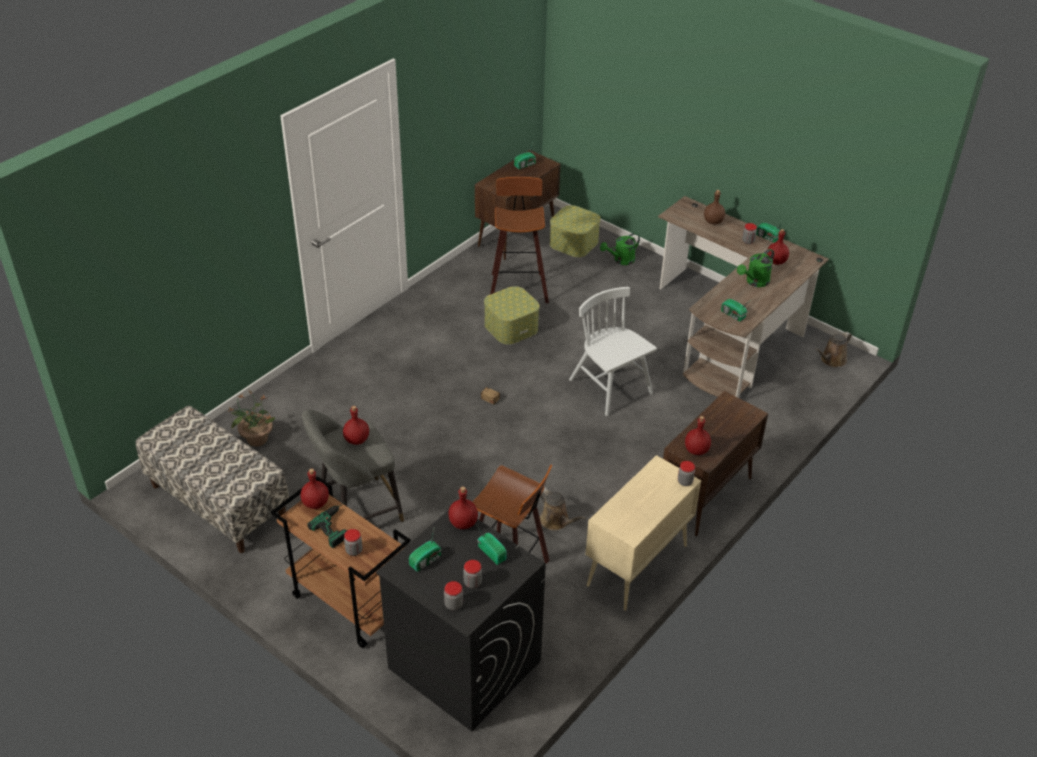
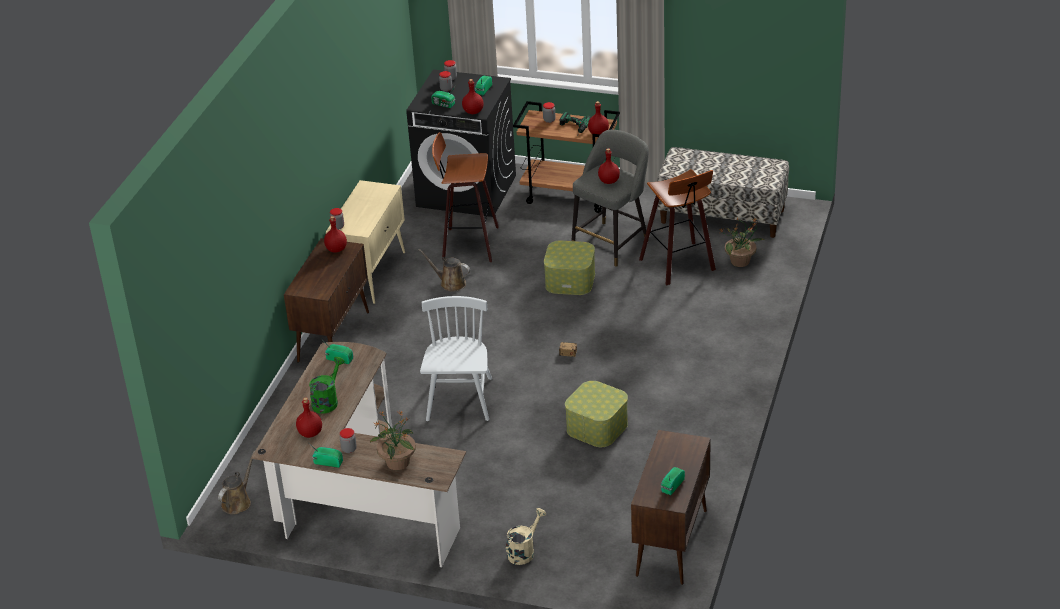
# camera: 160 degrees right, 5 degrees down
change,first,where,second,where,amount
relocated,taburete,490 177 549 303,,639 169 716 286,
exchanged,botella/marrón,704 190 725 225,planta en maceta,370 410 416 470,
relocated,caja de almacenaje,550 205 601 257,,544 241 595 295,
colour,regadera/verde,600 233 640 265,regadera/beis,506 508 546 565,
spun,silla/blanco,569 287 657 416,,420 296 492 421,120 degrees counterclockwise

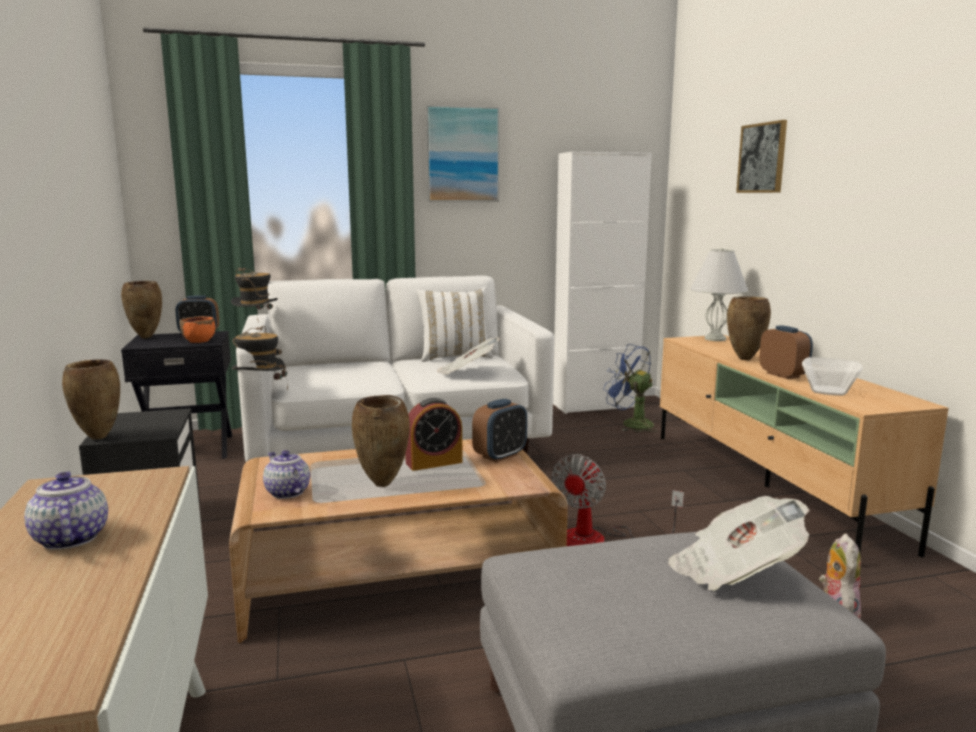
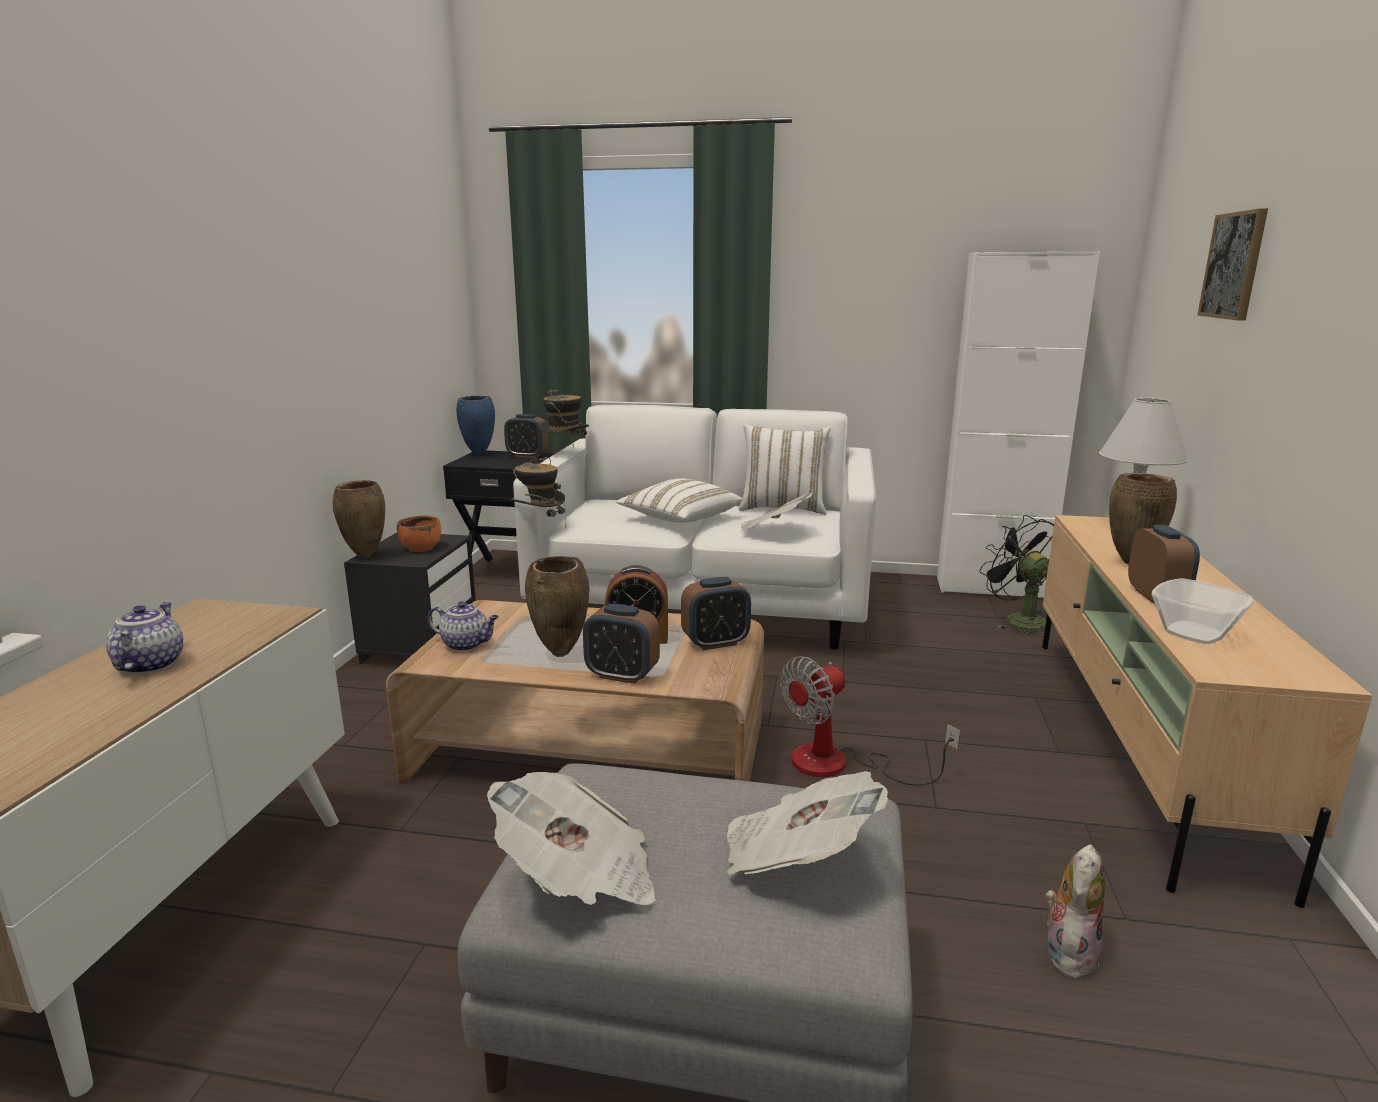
# camera: 25 degrees right, 5 degrees up
change,first,where,second,where,amount
missing,cuadro,426 105 500 202,,,
colour,florero/marrón,121 281 162 338,florero/azul,456 396 495 455,
relocated,cuenco/naranja,180 316 215 343,,397 516 441 552,
colour,ventilador/azul,604 344 657 433,ventilador/negro,979 515 1054 637,
spun,tetera,263 450 310 499,,428 601 499 651,120 degrees clockwise
appeared,,,cojín/blanco,616 478 742 523,
appeared,,,despertador,583 604 660 684,
appeared,,,periódico,487 772 656 905,

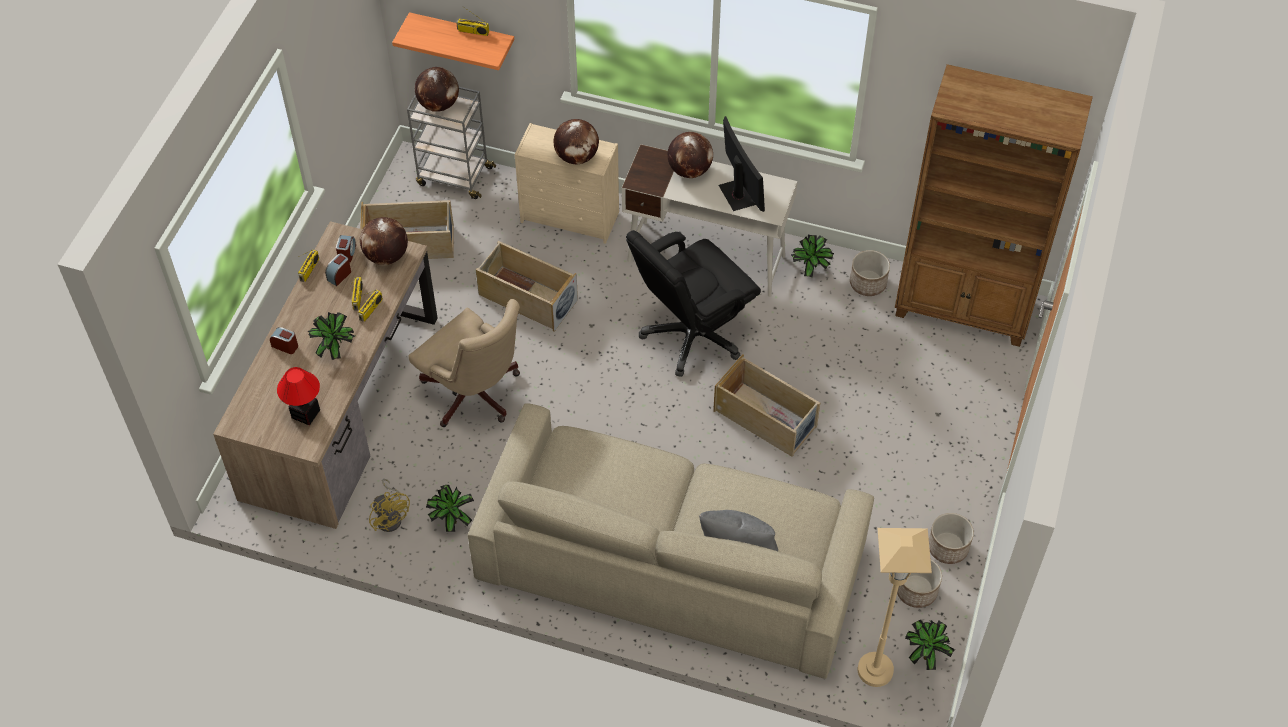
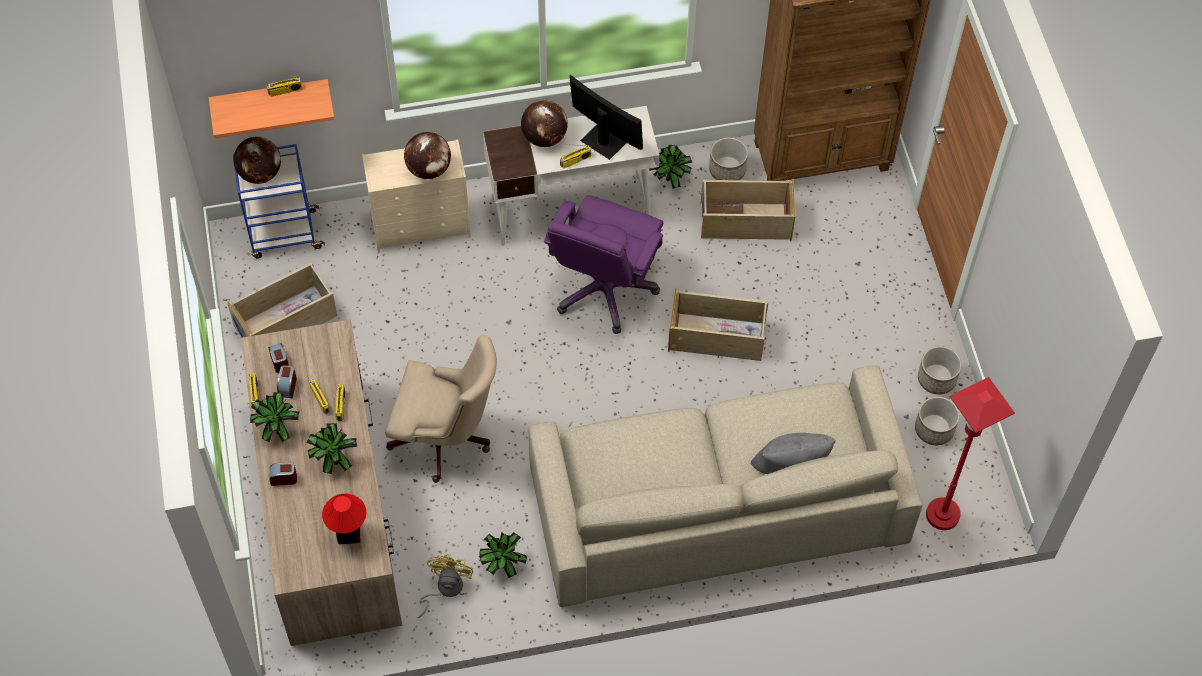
# camera: 30 degrees left, 5 degrees up
change,first,where,second,where,amount
colour,carrito/gris,407 87 496 199,carrito/azul,233 144 325 259,
missing,globo terráqueo,360 217 408 265,,,
colour,silla de oficina/negro,626 230 761 377,silla de oficina/morado,544 195 663 334,
relocated,caja de almacenaje/beis,475 241 578 331,,700 179 795 241,
spun,ventilador/amarillo,369 479 410 532,,418 554 473 618,105 degrees counterclockwise
colour,lámpara de pie/beis,858 528 932 687,lámpara de pie/rojo,926 377 1015 530,
relocated,planta en maceta,905 620 955 670,,250 392 299 442,
appeared,,,radio,560 144 591 168,

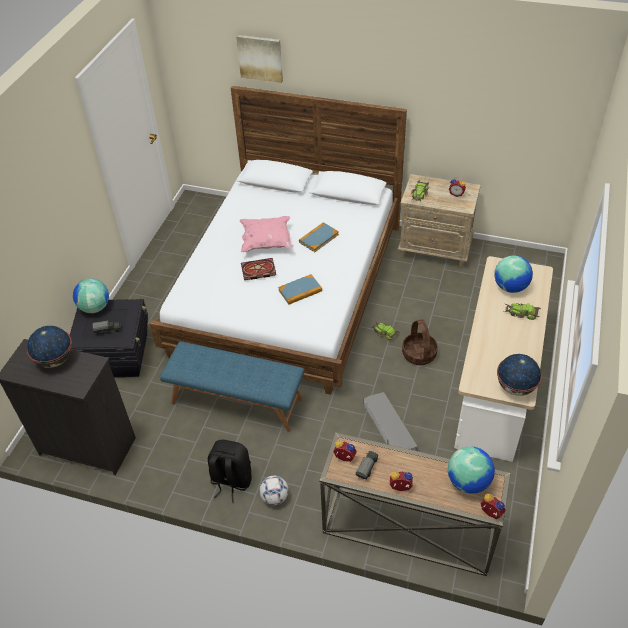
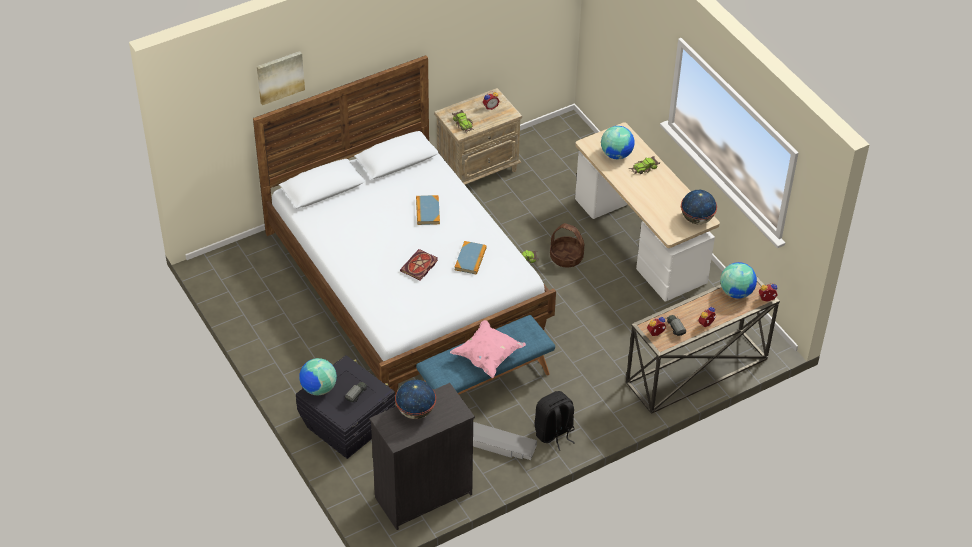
# camera: 50 degrees left, 0 degrees up
change,first,where,second,where,amount
relocated,cojín/rosa,240 216 293 252,,450 320 526 378,
relocated,caja de almacenaje/gris,363 392 418 451,,473 422 537 460,
missing,balón de fútbol,259 476 288 505,,,

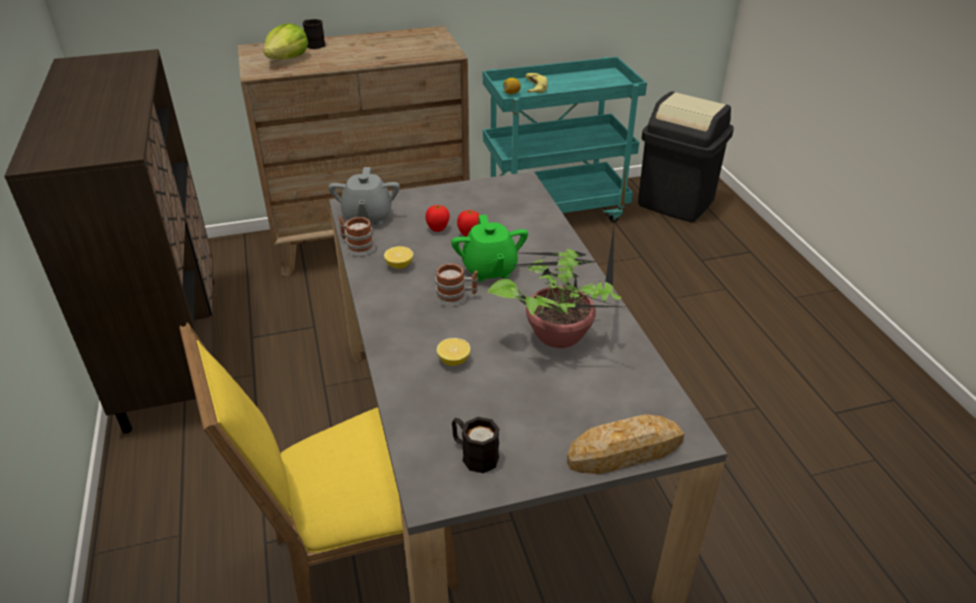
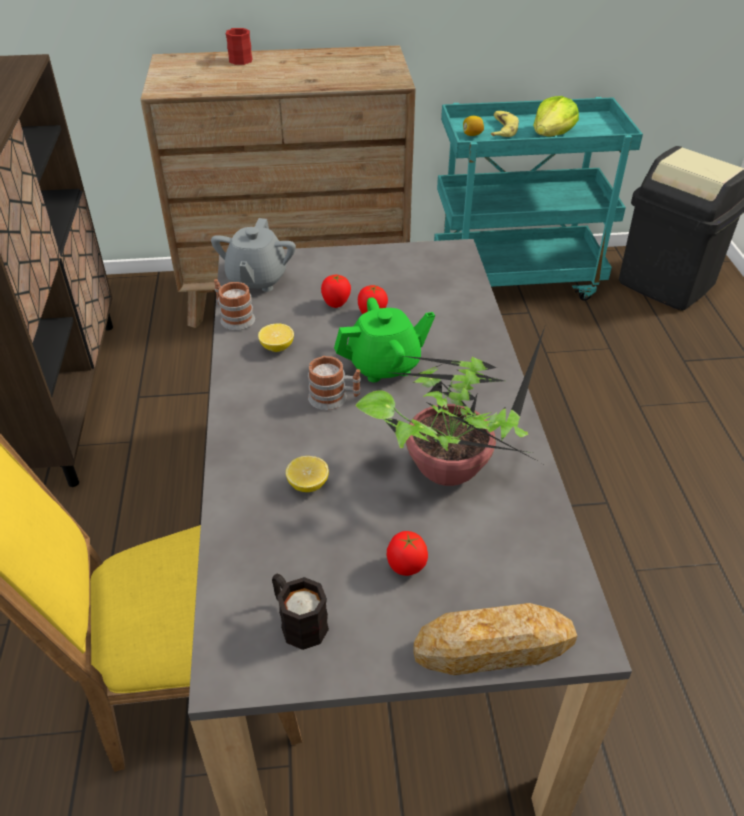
# camera: 10 degrees right, 5 degrees up
change,first,where,second,where,amount
colour,taza grande/negro,303 19 325 49,taza grande/rojo,226 28 253 65,
relocated,lechuga,264 23 308 59,,533 96 579 137,
spun,tetera/verde,451 215 528 281,,334 297 435 383,105 degrees counterclockwise
appeared,,,tomate,387 531 428 576,

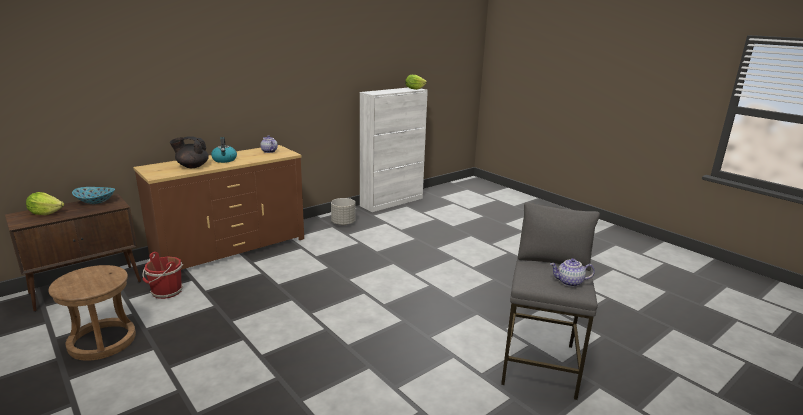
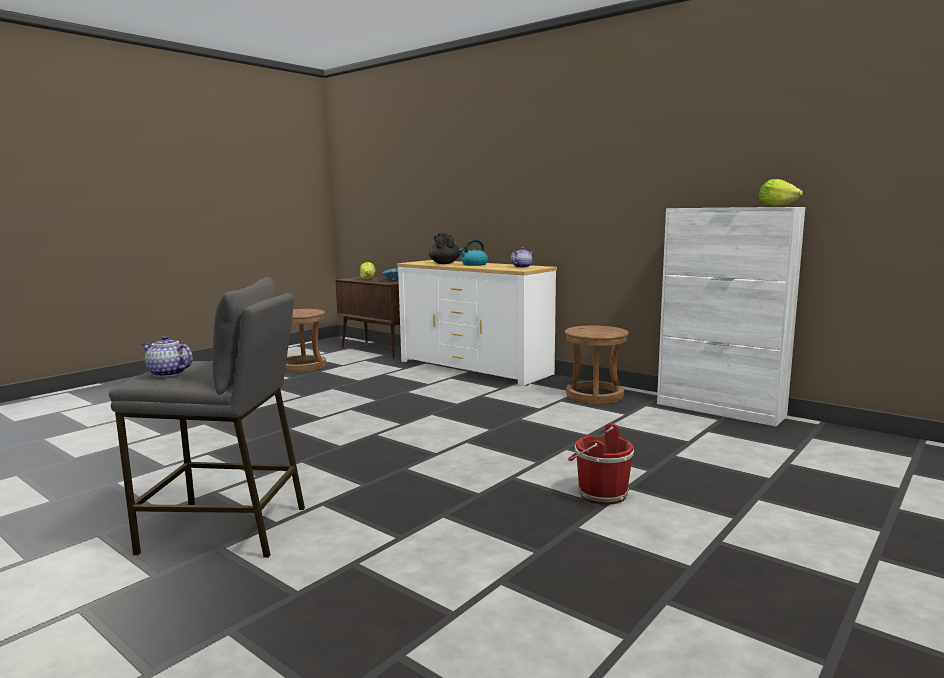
# camera: 80 degrees right, 10 degrees down
change,first,where,second,where,amount
colour,cómoda/marrón,133 145 304 270,cómoda/blanco,397 260 557 386,
exchanged,maceta/gris,331 198 355 225,taburete/marrón,565 326 629 404,
relocated,cubo/rojo,142 252 184 299,,568 424 634 505,
spun,tetera,550 258 595 287,,141 335 193 377,60 degrees counterclockwise

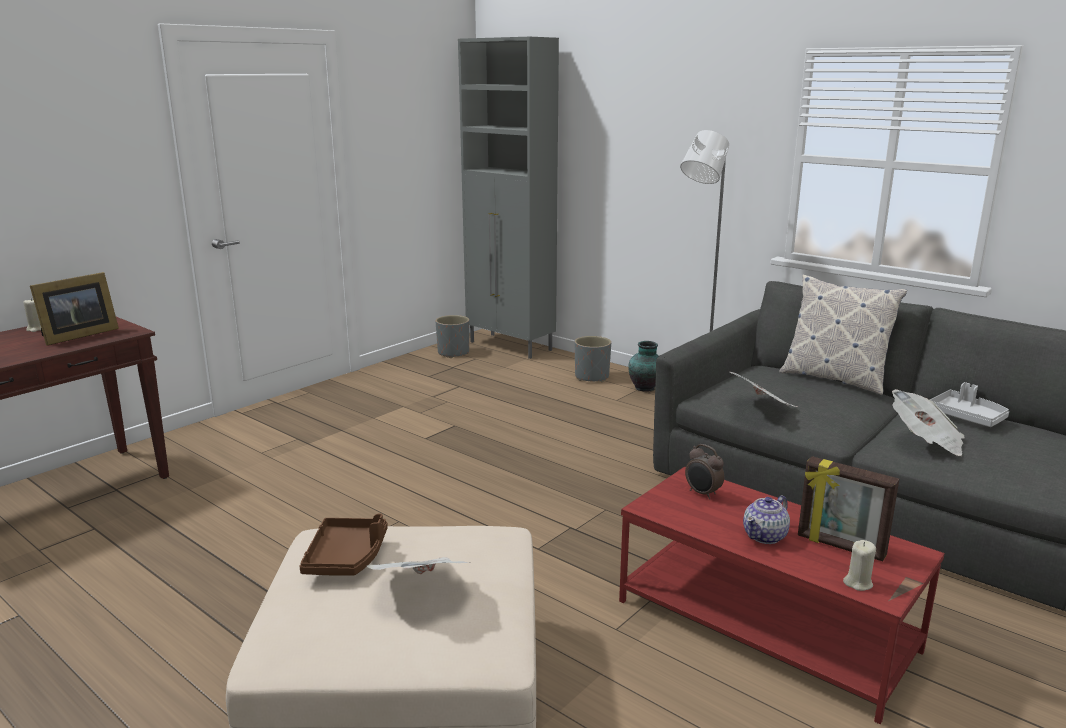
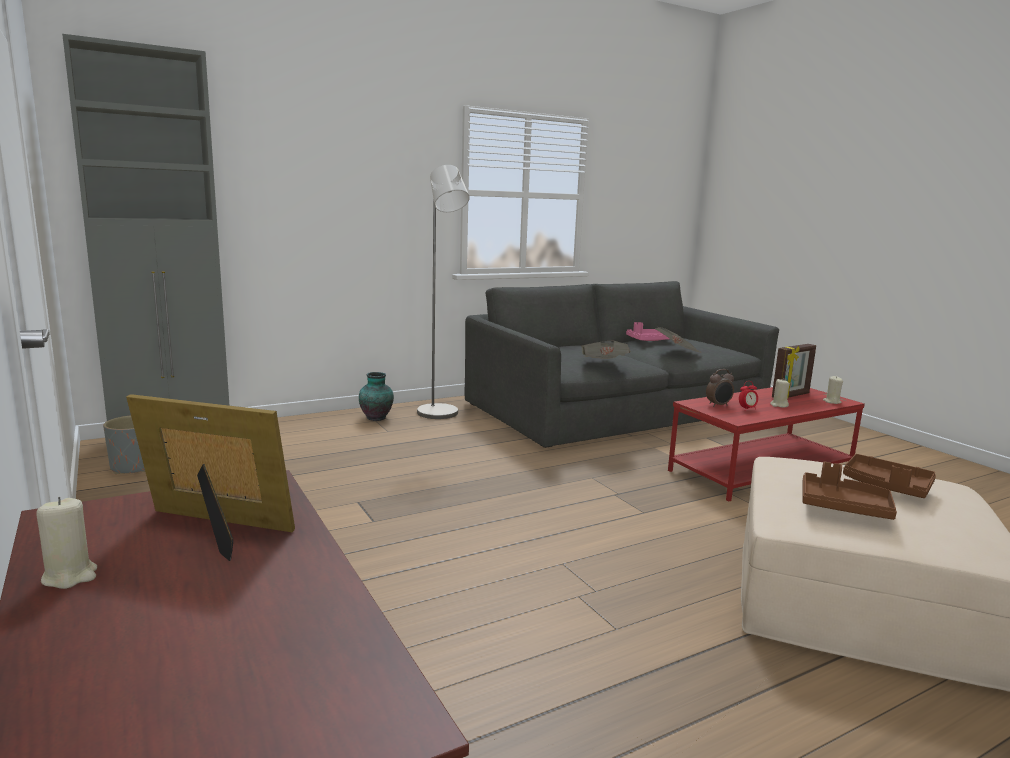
# camera: 70 degrees left, 5 degrees down
change,first,where,second,where,amount
spun,portarretratos,30 272 119 346,,126 394 295 561,45 degrees counterclockwise
missing,cojín,779 274 907 395,,,
missing,maceta/gris,575 336 611 382,,,
colour,bandeja/gris,930 382 1009 427,bandeja/rosa,626 322 669 341,
exchanged,tetera,743 495 790 544,vela/beis,770 379 790 408,
exchanged,periódico,367 557 469 574,bandeja/marrón,843 454 936 498,
appeared,,,despertador,739 381 758 411,

